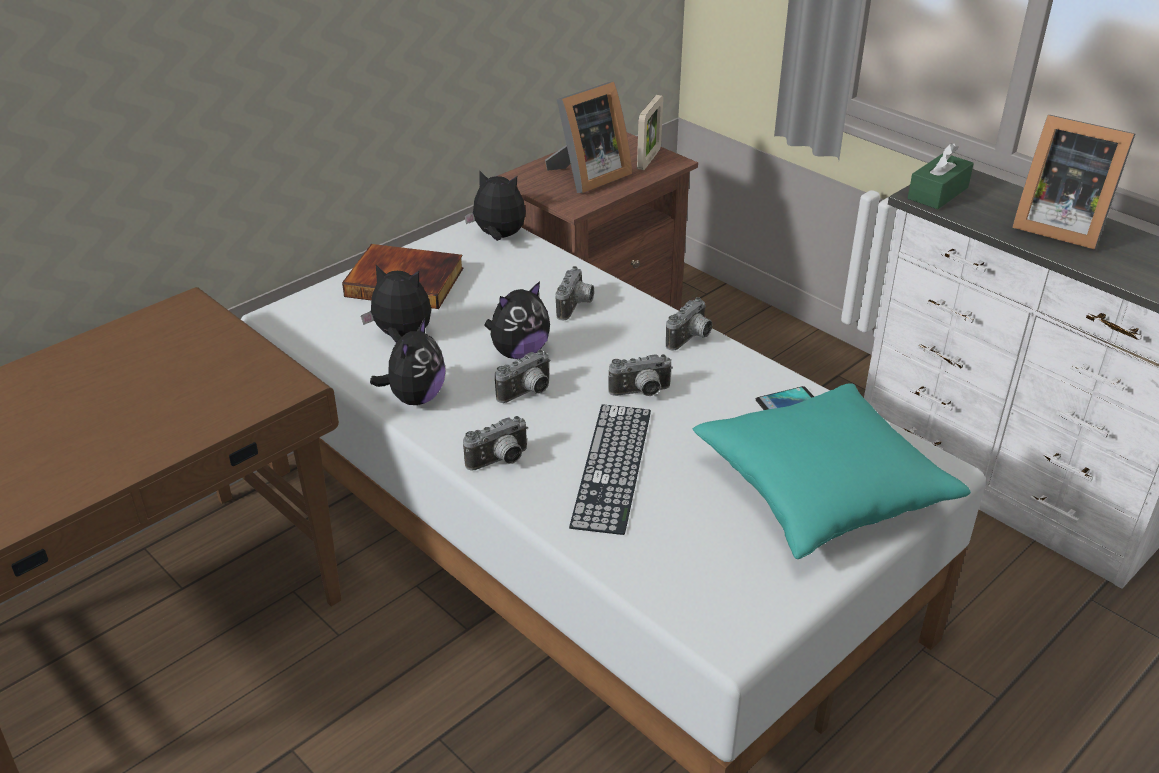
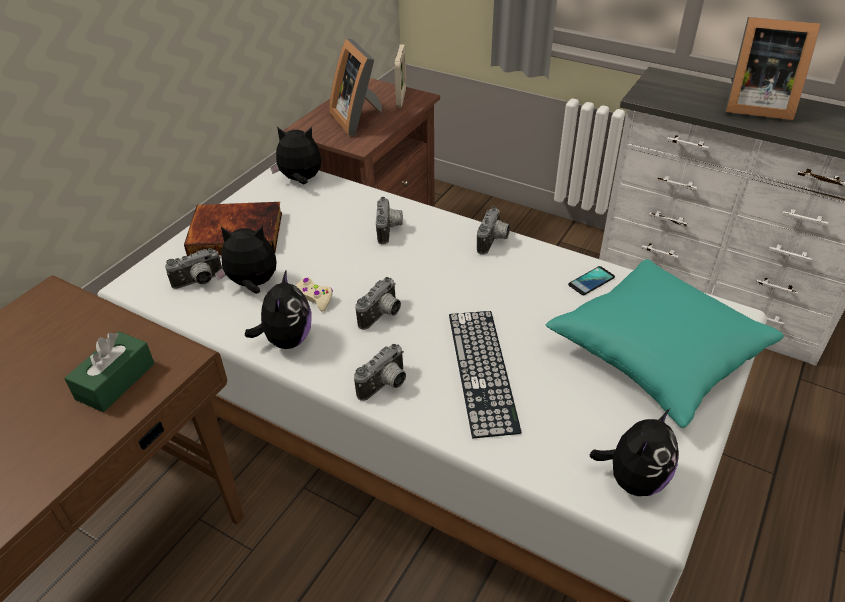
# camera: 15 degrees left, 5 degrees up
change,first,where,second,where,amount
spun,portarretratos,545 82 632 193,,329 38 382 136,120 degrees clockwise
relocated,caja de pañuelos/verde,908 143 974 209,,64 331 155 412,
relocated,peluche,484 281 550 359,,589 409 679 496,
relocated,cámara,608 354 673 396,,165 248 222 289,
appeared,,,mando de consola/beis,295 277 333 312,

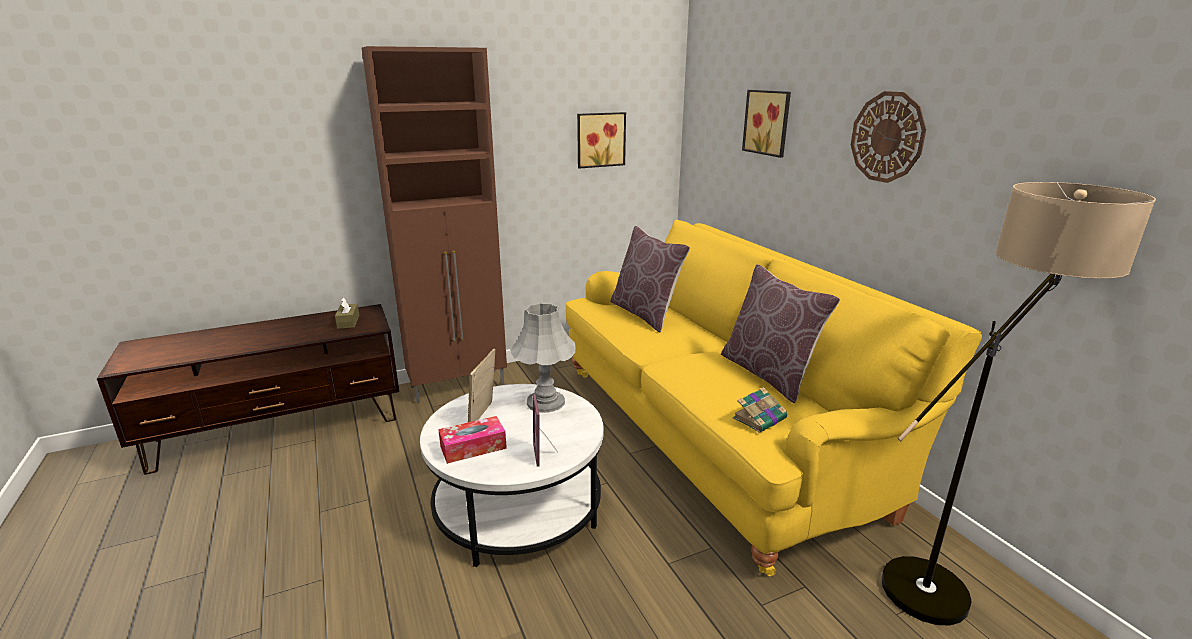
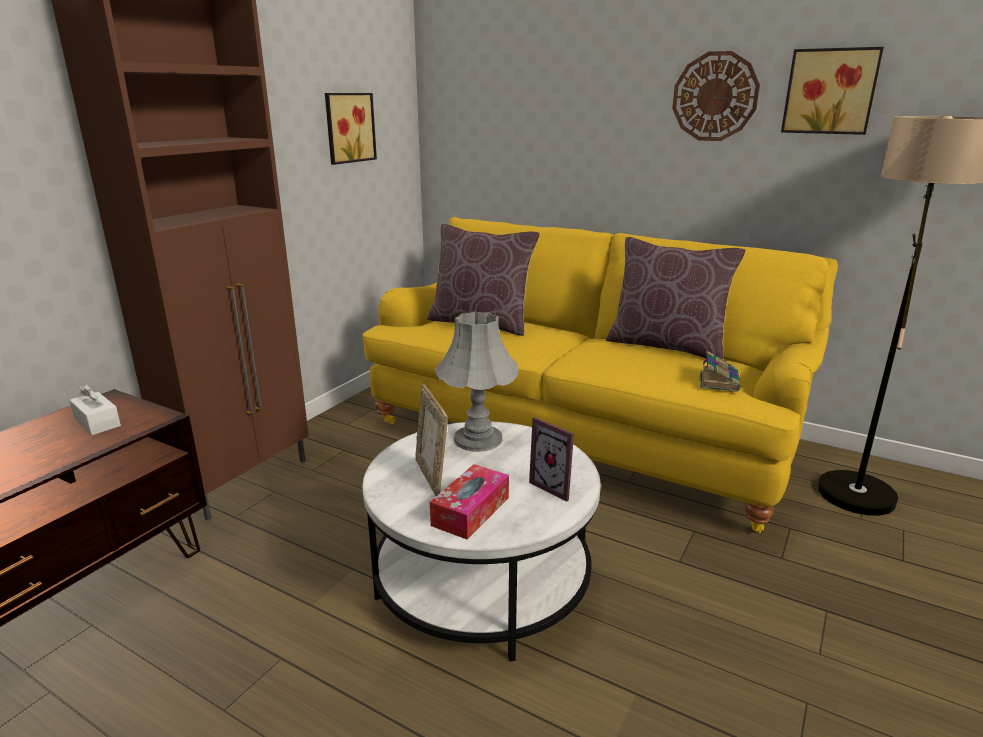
# camera: 35 degrees left, 0 degrees up
change,first,where,second,where,amount
relocated,cuadro,742 90 791 158,,781 47 884 135,
colour,caja de pañuelos/marrón,335 297 359 329,caja de pañuelos/blanco,70 384 121 435,

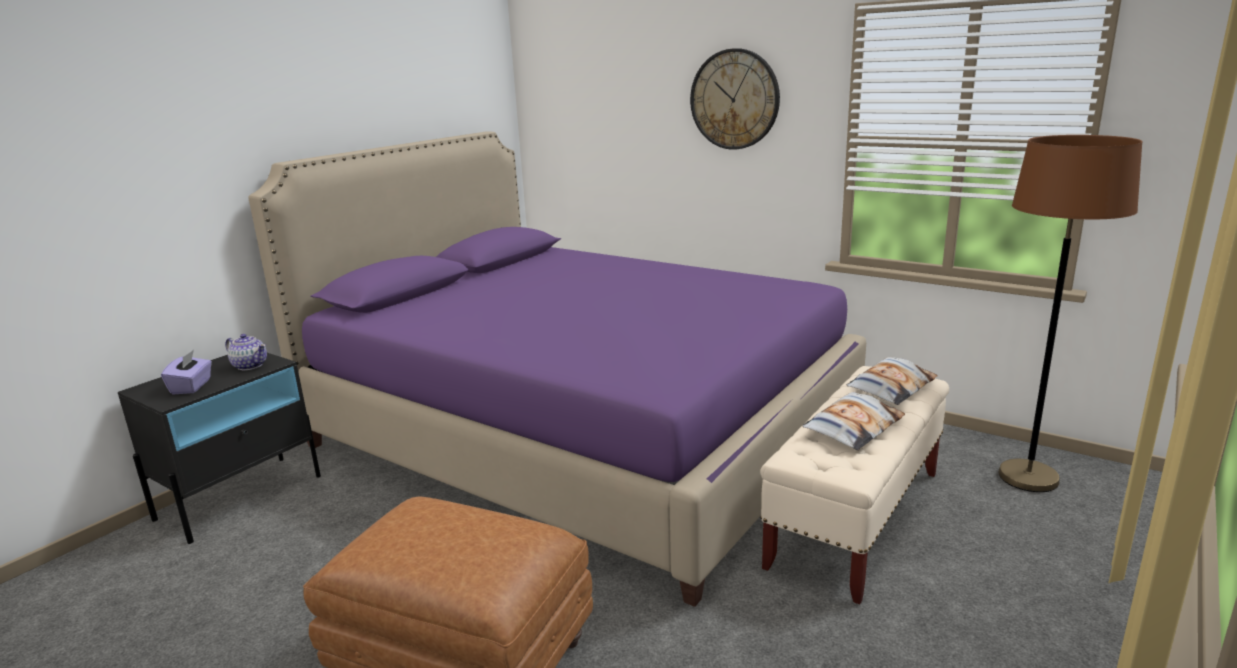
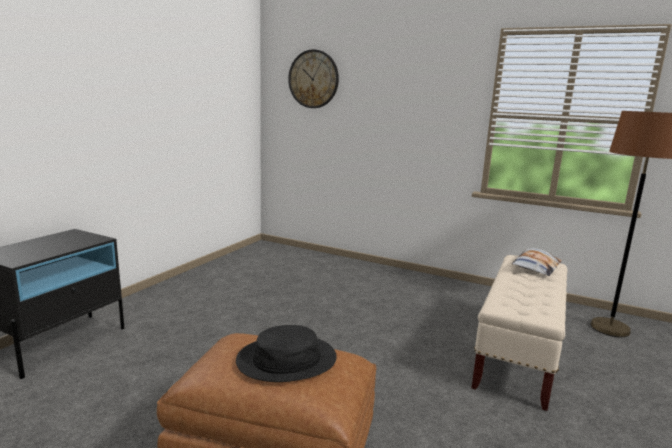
# camera: 10 degrees left, 5 degrees down
change,first,where,second,where,amount
relocated,reloj de pared,690 48 780 150,,288 49 339 108,
missing,cama/morado,248 131 866 607,,,
missing,tetera,225 334 267 370,,,
missing,caja de pañuelos/morado,161 350 212 394,,,
missing,cojín,802 392 905 450,,,
appeared,,,sombrero/negro,236 325 337 382,

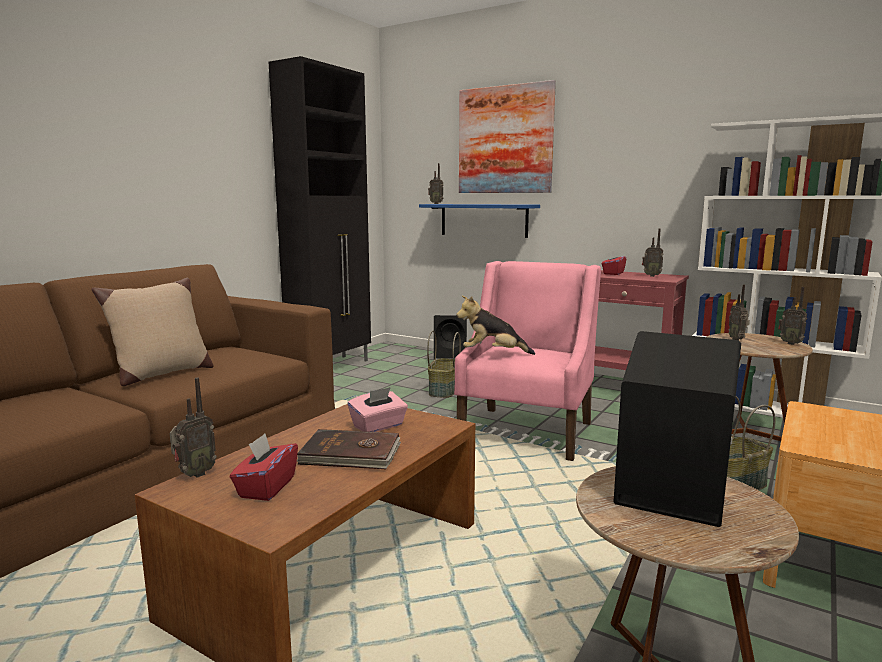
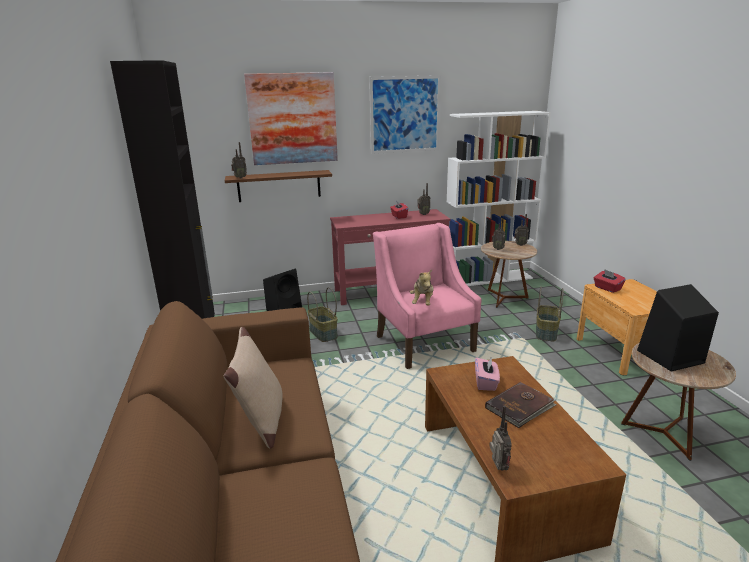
# camera: 45 degrees left, 10 degrees up
change,first,where,second,where,amount
colour,estante/azul,419 204 540 238,estante/marrón,225 170 332 202,
spun,peluche,456 296 535 355,,410 269 434 306,45 degrees counterclockwise
relocated,caja de pañuelos/rojo,230 434 298 501,,594 269 626 293,
appeared,,,cuadro,369 75 441 154,

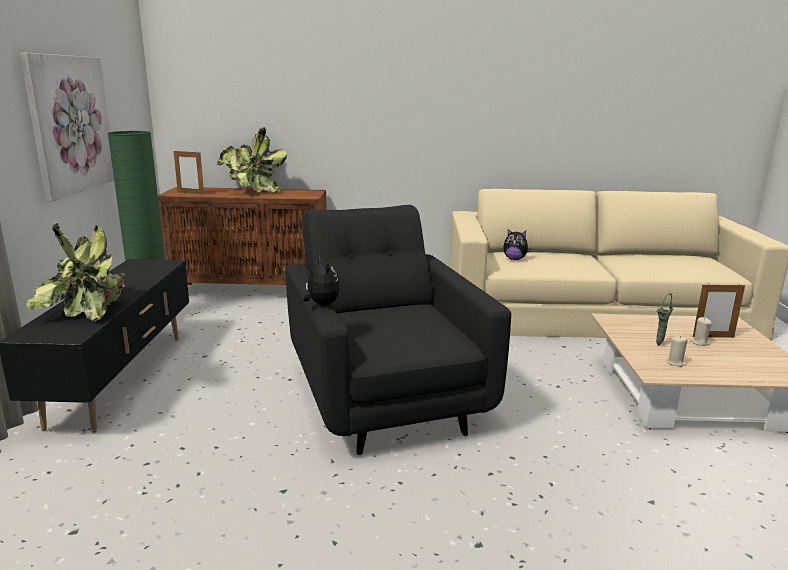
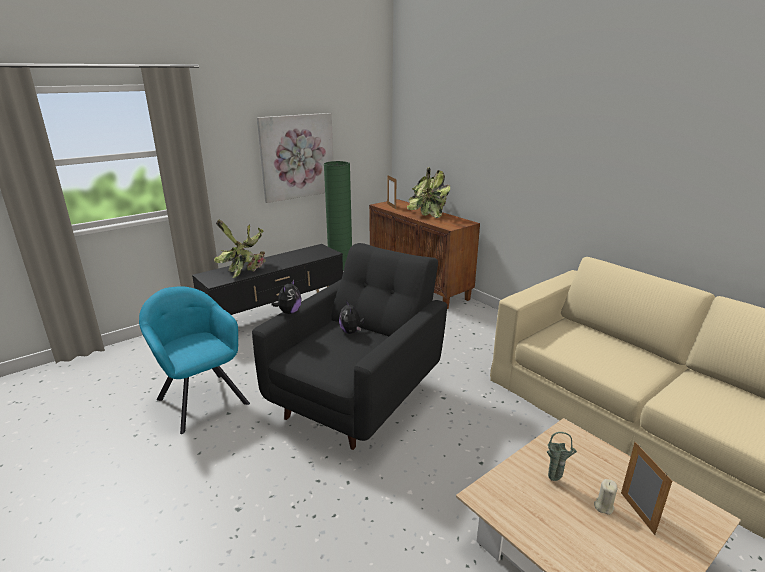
# camera: 50 degrees right, 5 degrees up
change,first,where,second,where,amount
relocated,peluche,503 229 531 260,,339 300 365 334,
spun,portarretratos,693 283 745 338,,621 442 672 535,150 degrees counterclockwise
missing,vela/beis,666 336 688 367,,,
appeared,,,sillón/turquesa,139 286 250 434,

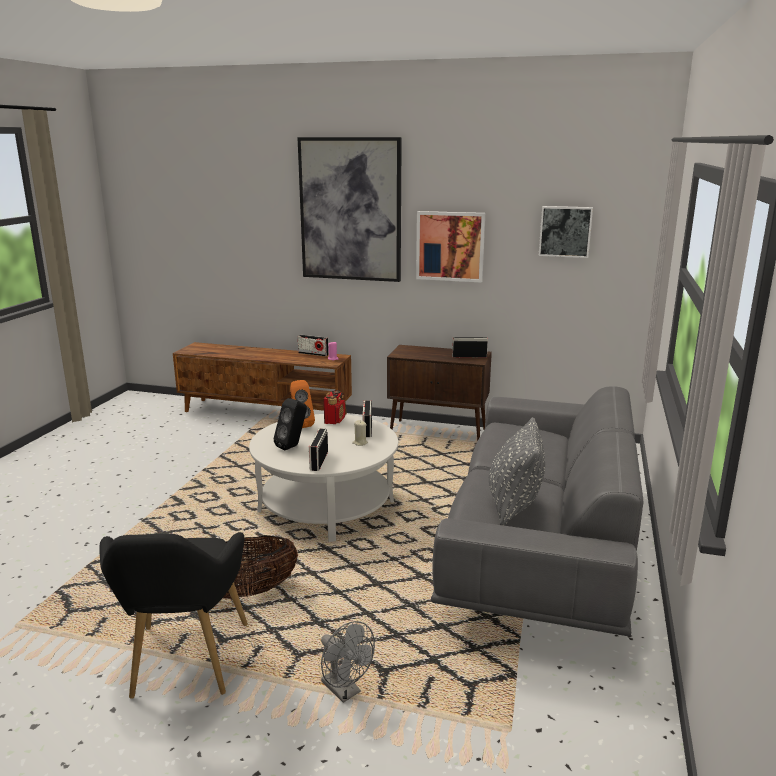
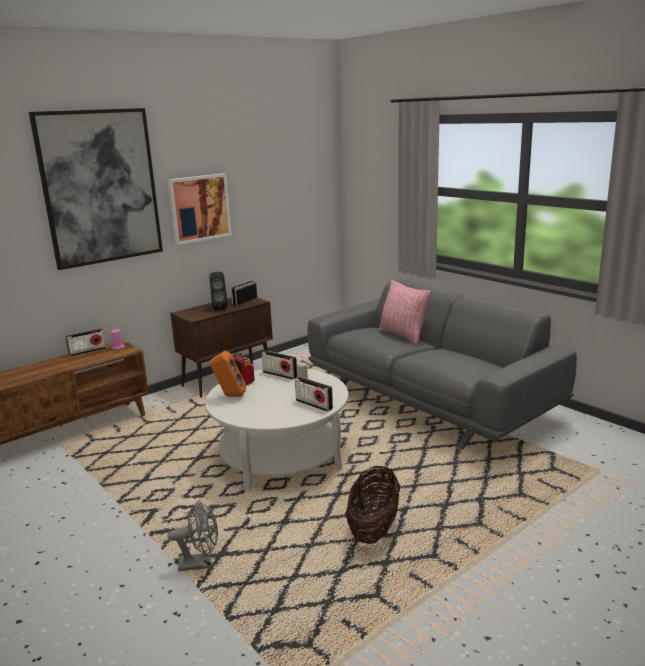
# camera: 55 degrees left, 0 degrees up
change,first,where,second,where,amount
missing,cuadro,539 206 593 258,,,
relocated,altavoz/negro,273 398 307 450,,210 272 228 310,
missing,cojín/gris,489 417 545 526,,,
missing,sillón/negro,99 532 248 699,,,
relocated,ventilador/gris,321 621 375 703,,168 501 218 571,
appeared,,,cojín/rosa,379 280 431 344,

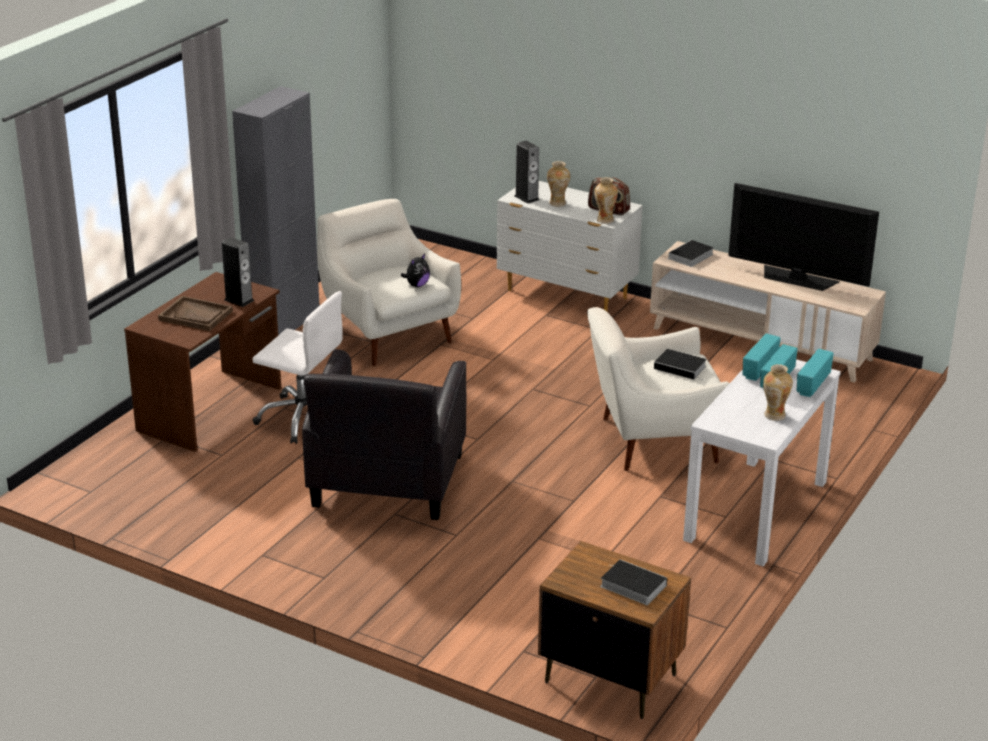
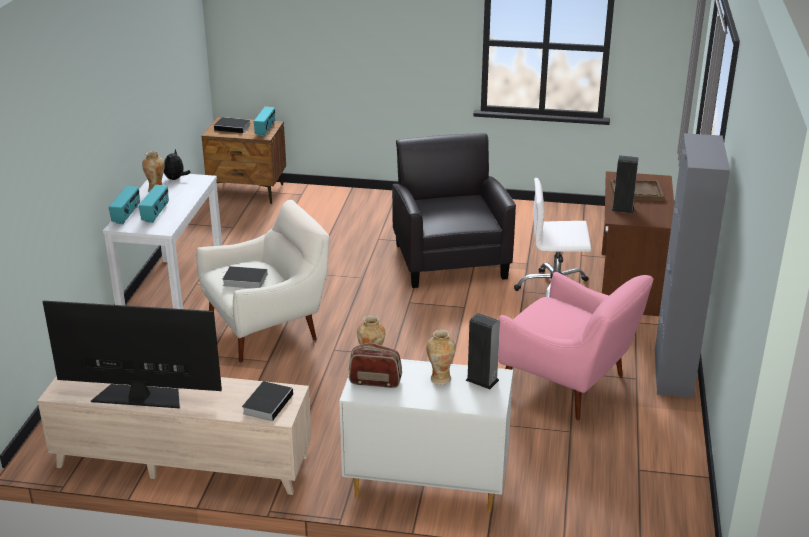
# camera: 160 degrees right, 0 degrees up
change,first,where,second,where,amount
colour,sillón/blanco,317 199 461 366,sillón/rosa,498 272 653 420,
relocated,peluche,401 254 430 287,,164 149 190 180,
relocated,radio,742 334 781 381,,254 107 275 136,

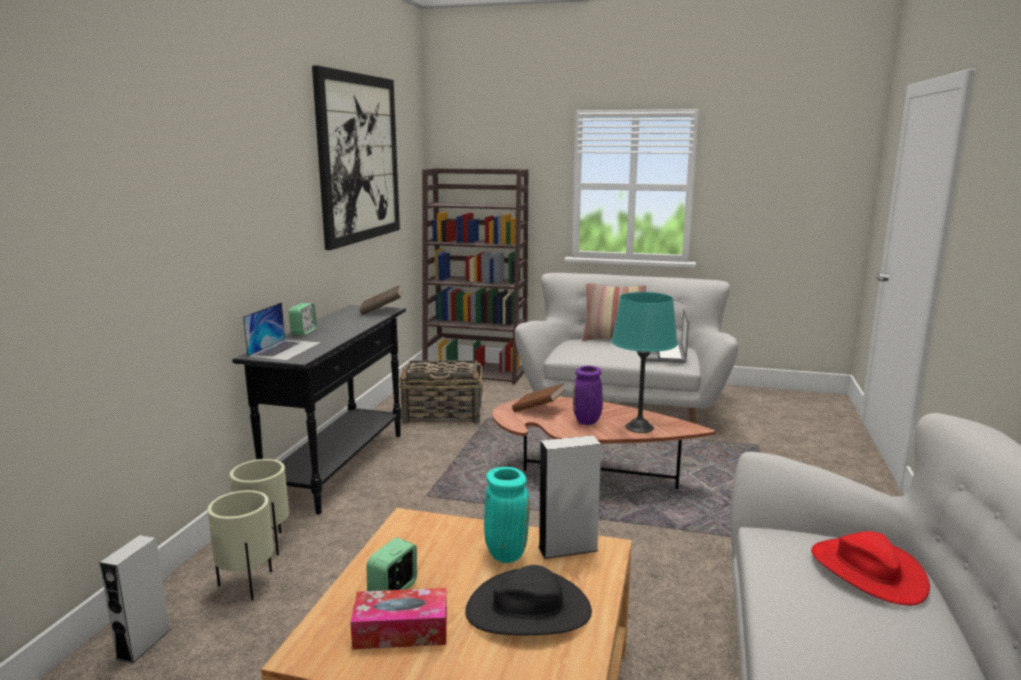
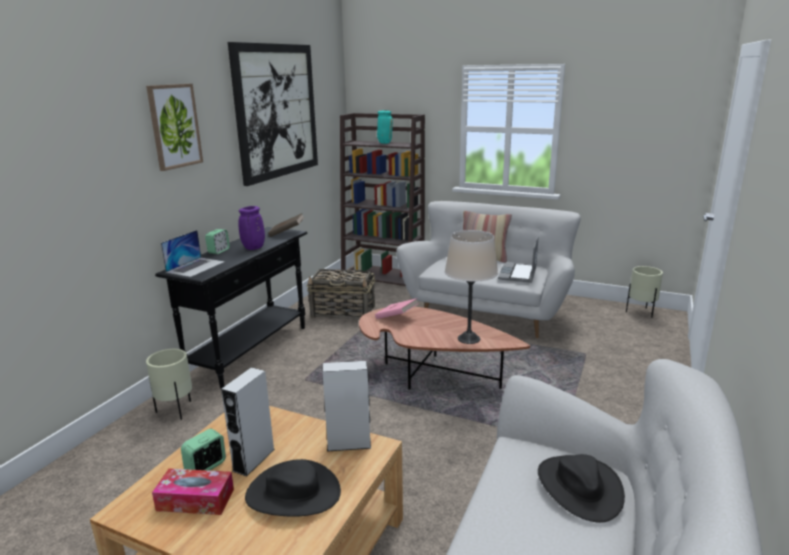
# camera: 10 degrees right, 5 degrees up
change,first,where,second,where,amount
colour,lámpara de mesa/turquesa,611 292 678 433,lámpara de mesa/beis,445 230 498 344,
relocated,florero/morado,573 366 603 425,,238 206 265 250,
colour,libro/marrón,512 383 565 412,libro/rosa,375 298 419 319,
relocated,florero/turquesa,484 467 530 563,,377 110 393 144,
relocated,maceta/beis,207 490 274 601,,626 266 663 318,
colour,sombrero/rojo,811 531 930 606,sombrero/negro,538 454 625 523,
relocated,altavoz/gris,99 535 171 664,,221 367 275 477,
appeared,,,cuadro,146 84 203 171,

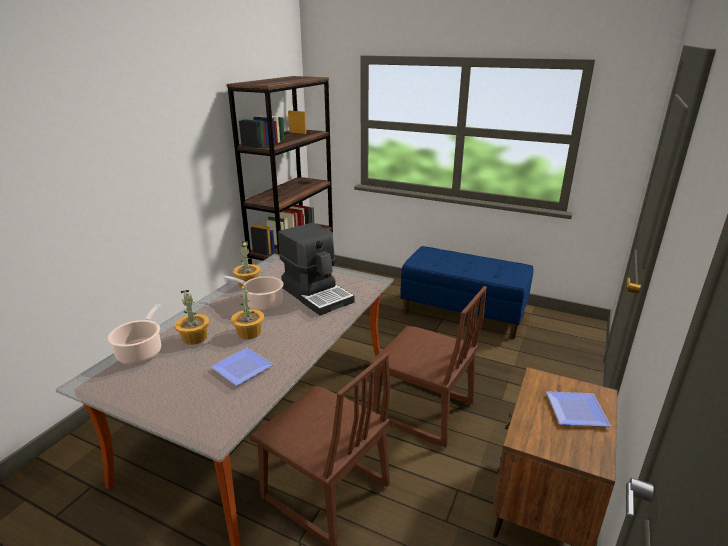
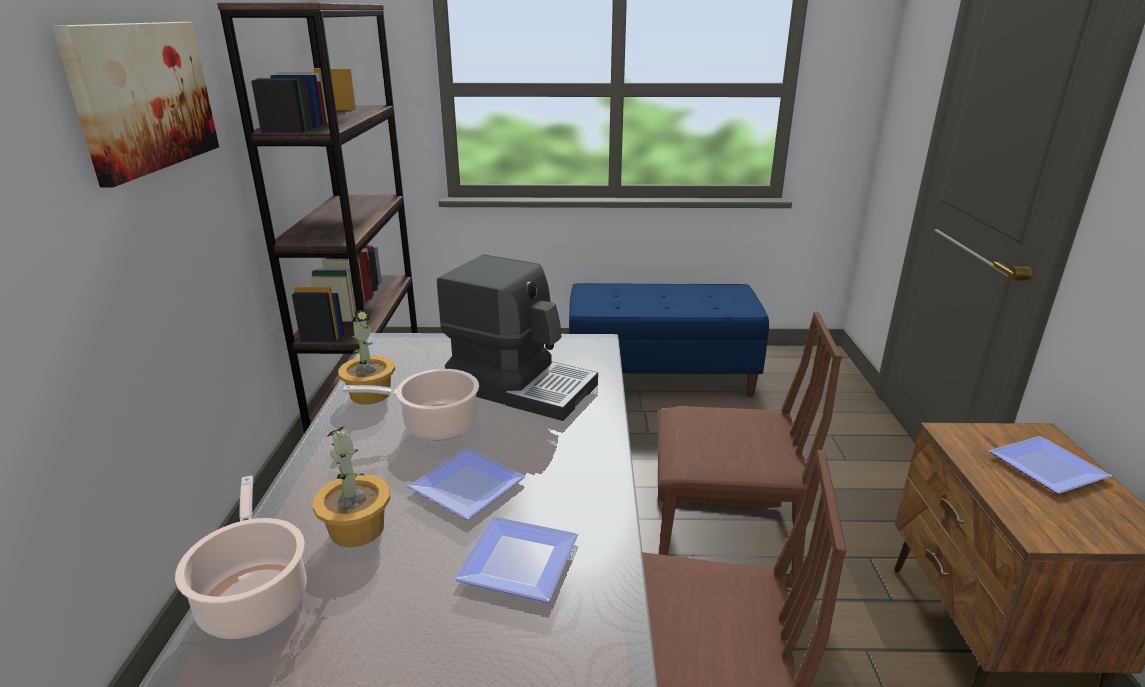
# camera: 25 degrees left, 0 degrees up
change,first,where,second,where,amount
exchanged,planta en maceta,231 284 264 339,plato,408 448 525 520,
appeared,,,cuadro,52 22 219 187,

